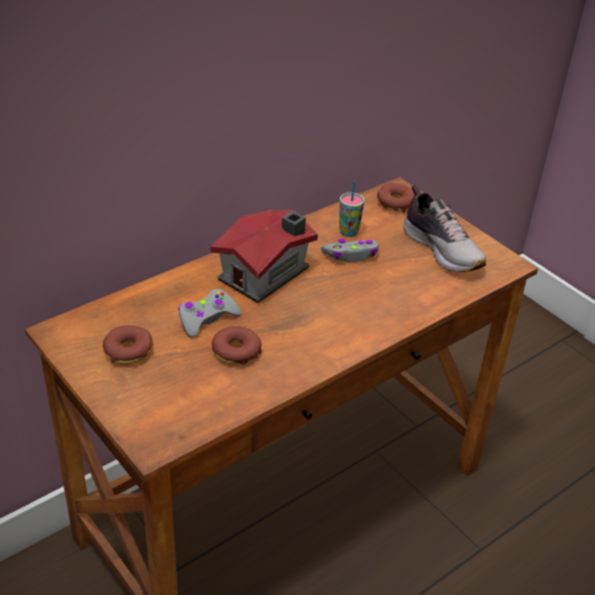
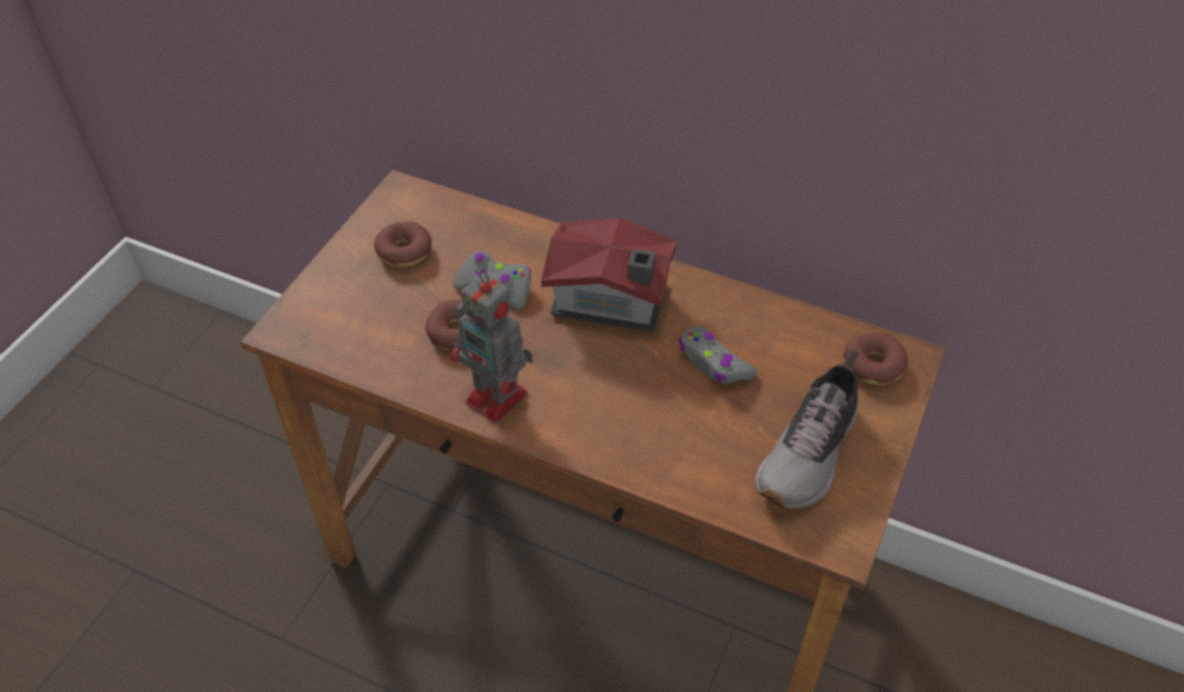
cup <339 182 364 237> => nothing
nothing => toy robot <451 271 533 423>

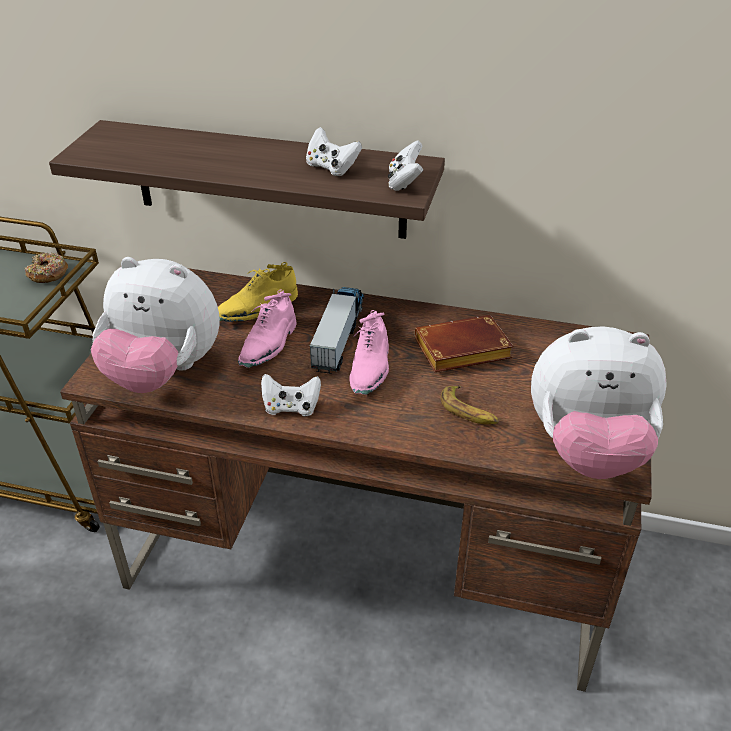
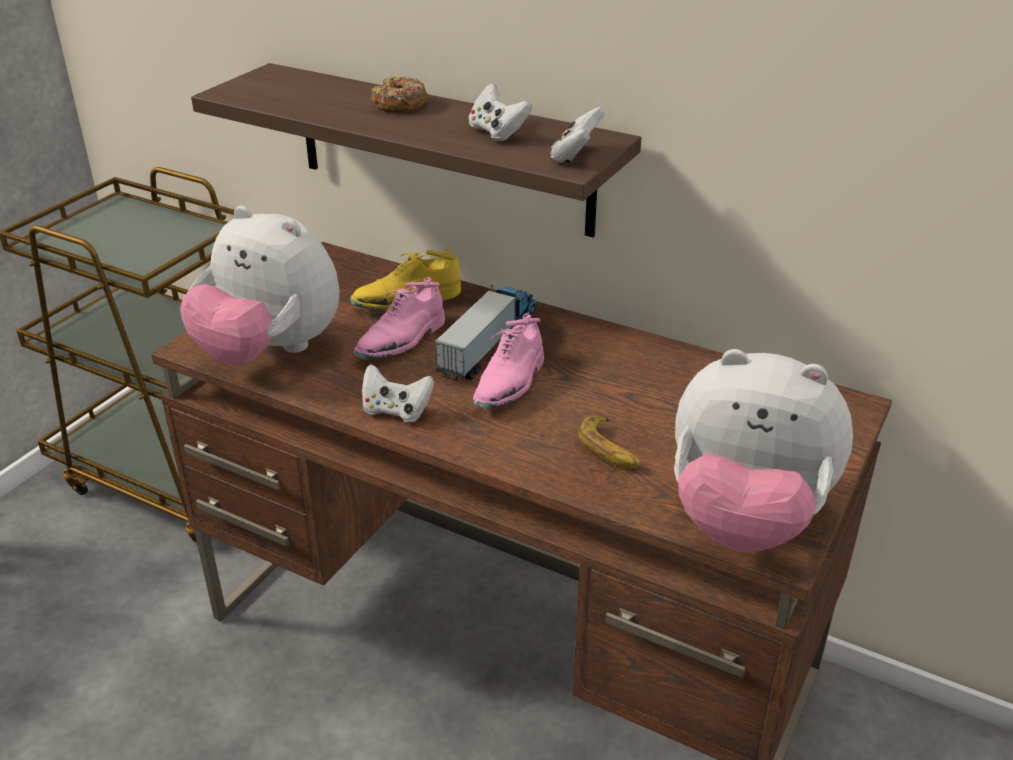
brown book <415 315 514 372> => nothing
donut <25 253 68 283> => donut <371 76 428 113>, relocated

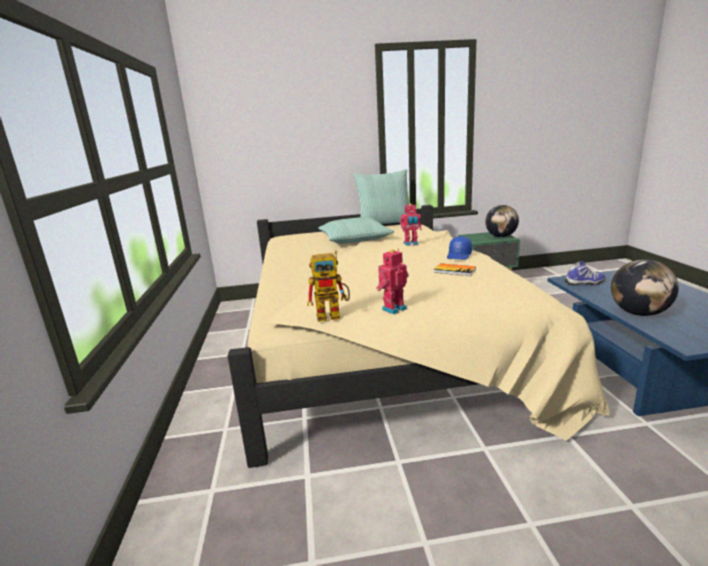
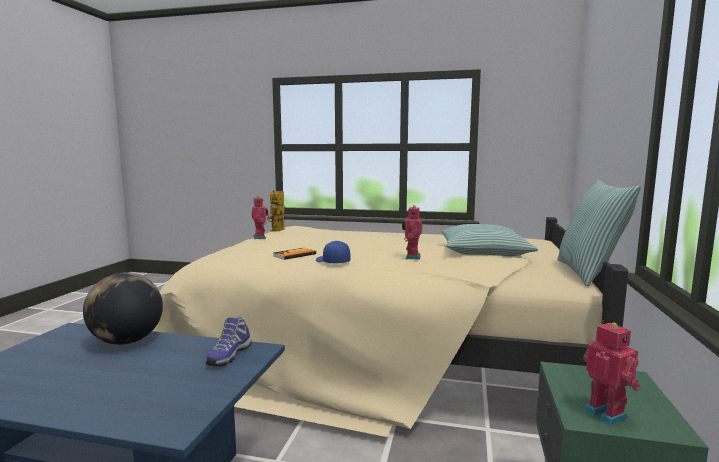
globe <485 205 519 237> => toy robot <583 320 641 425>

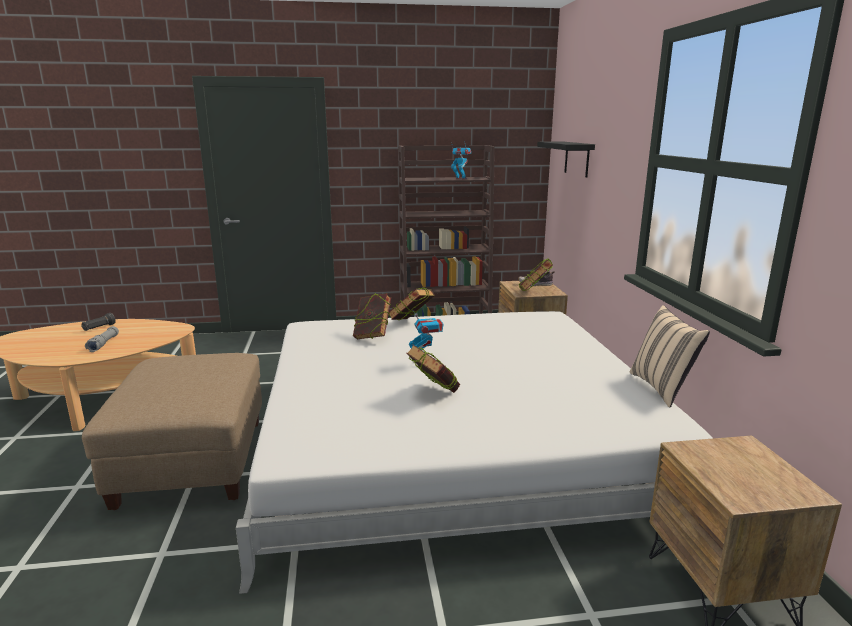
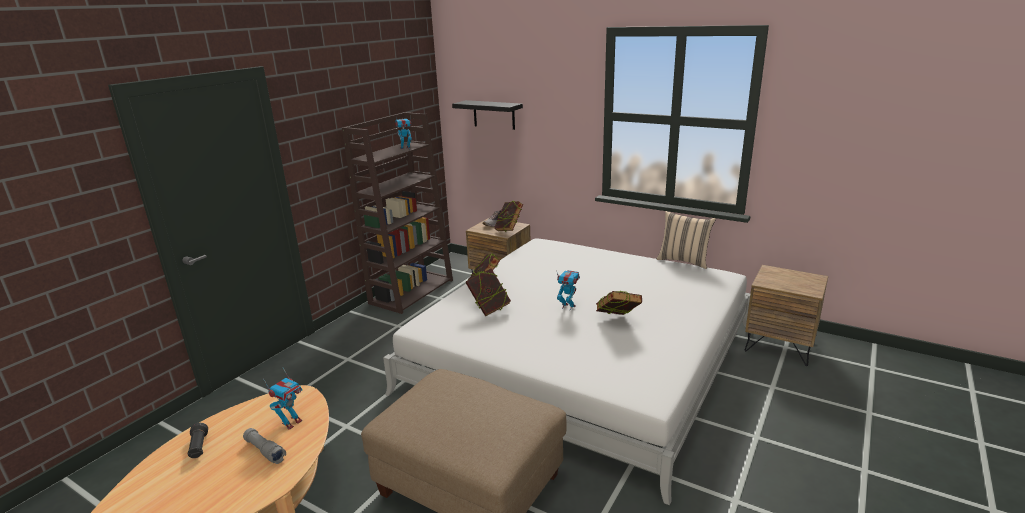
nothing => toy robot <263 368 303 430>

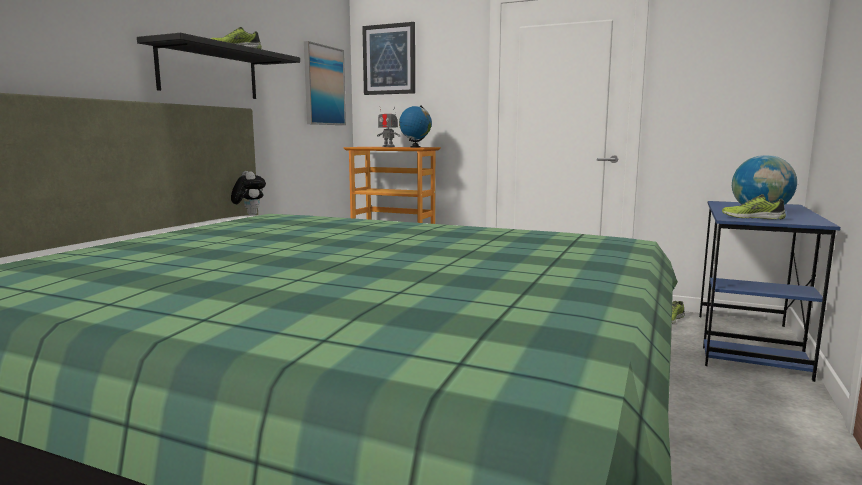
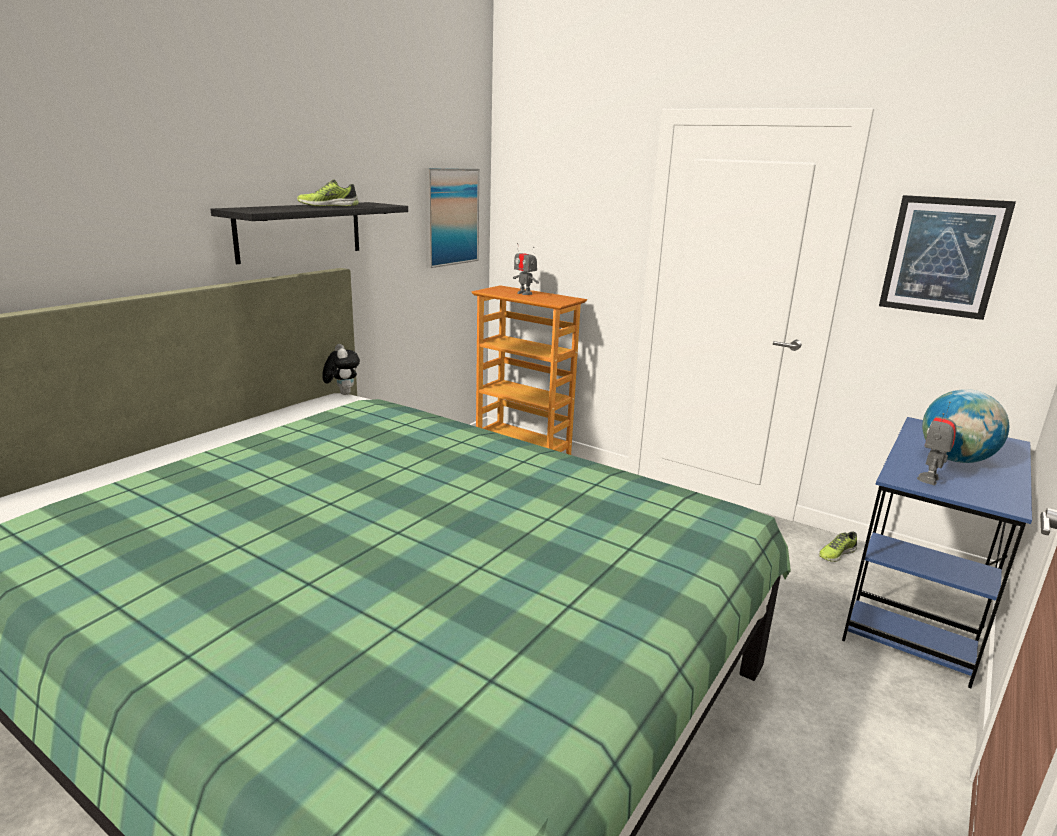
globe <399 105 432 148> => nothing
picture <362 22 415 95> => picture <879 195 1016 320>, relocated
shoe <722 194 786 219> => toy robot <917 402 957 485>

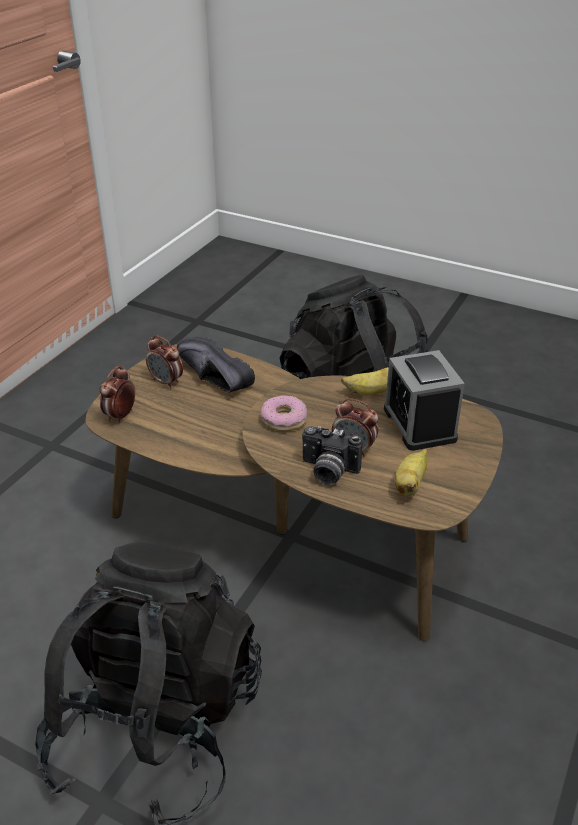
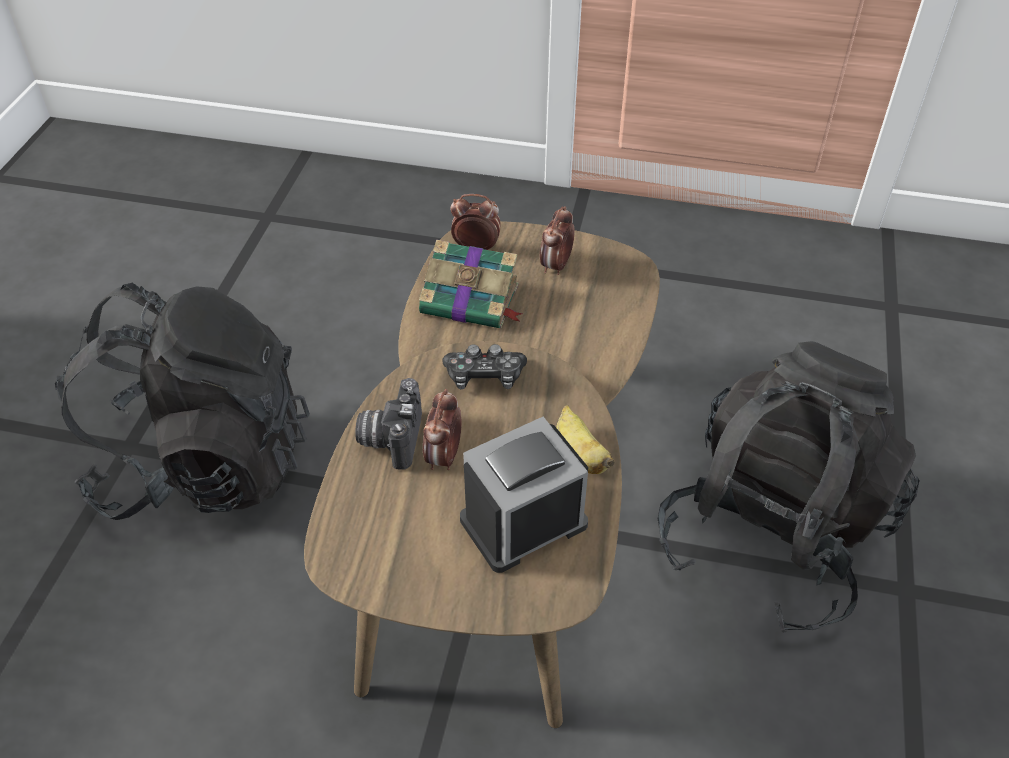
black shoe <177 336 255 392> => nothing
banana <395 449 427 497> => nothing
nothing => book <419 240 523 328>
donut <261 395 307 431> => game controller <442 344 527 390>

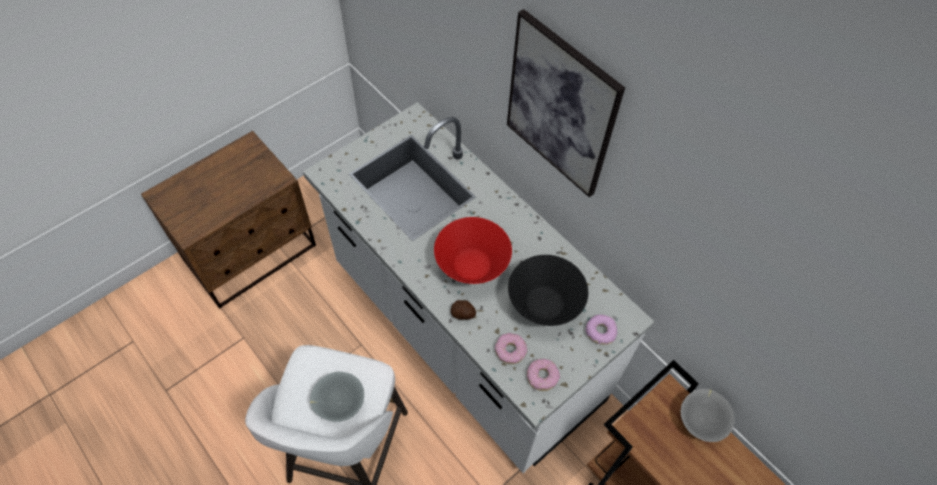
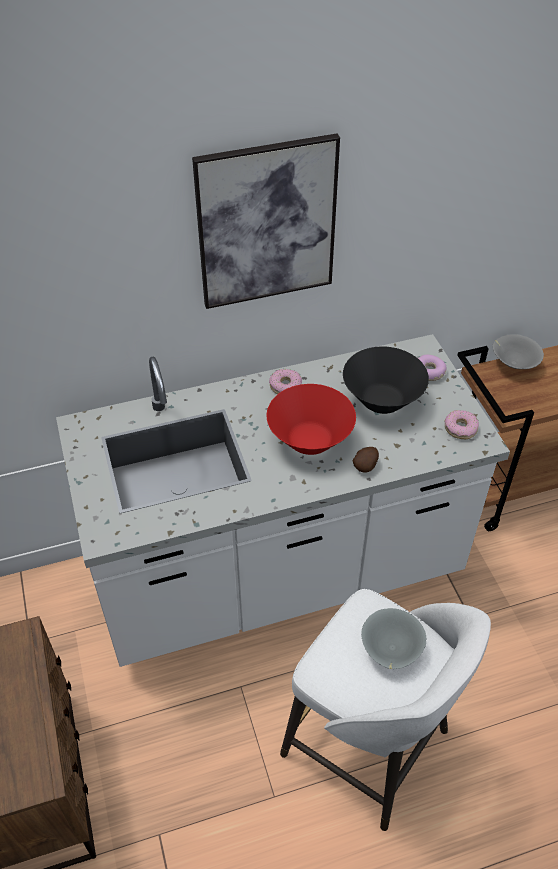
donut <495 333 527 364> => donut <269 369 302 394>, relocated

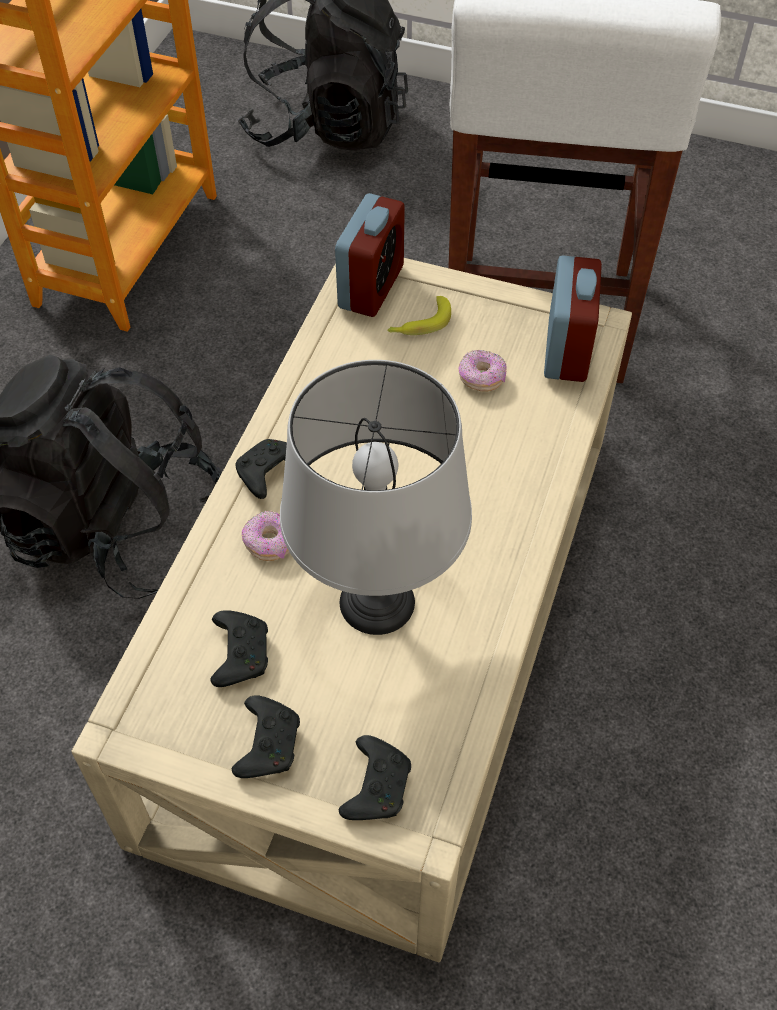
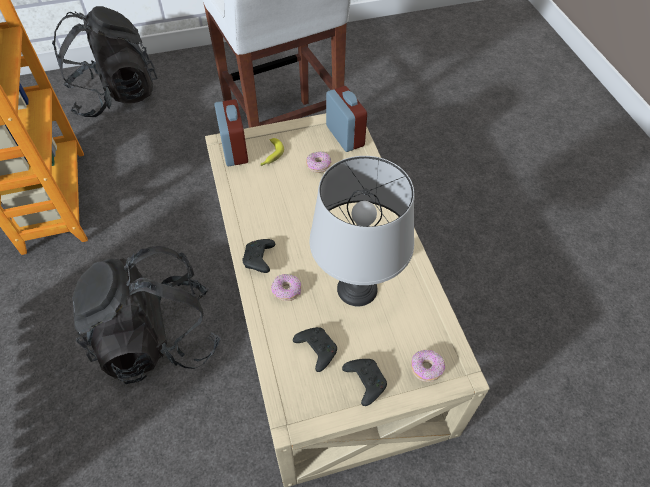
black game controller <339 735 411 820> => donut <411 350 445 382>

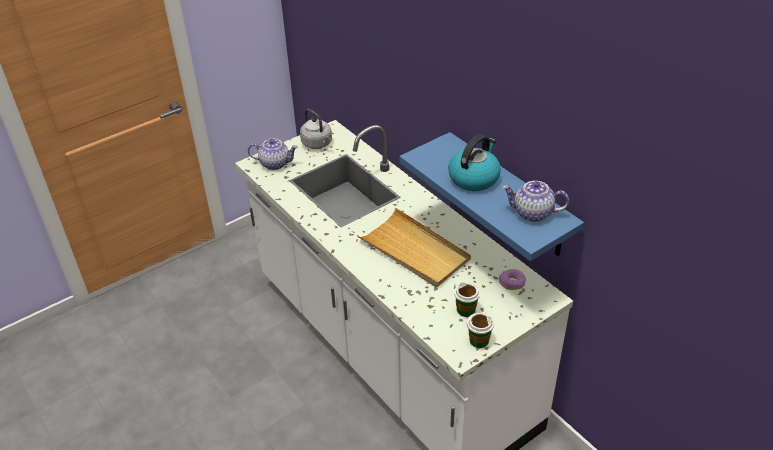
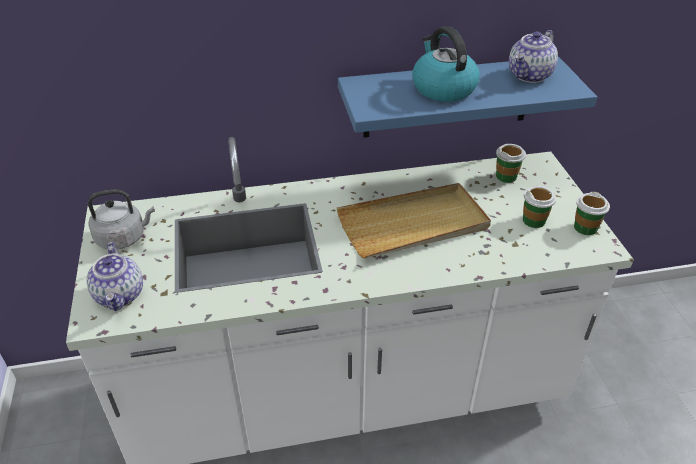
donut <499 269 526 290> => cup <496 144 526 183>
teapot <248 139 298 170> => teapot <87 242 143 311>, 135 degrees clockwise

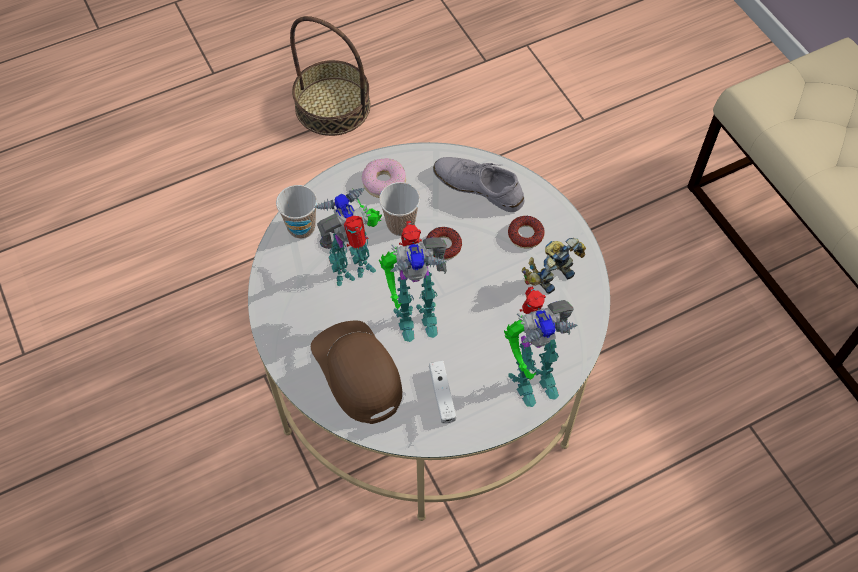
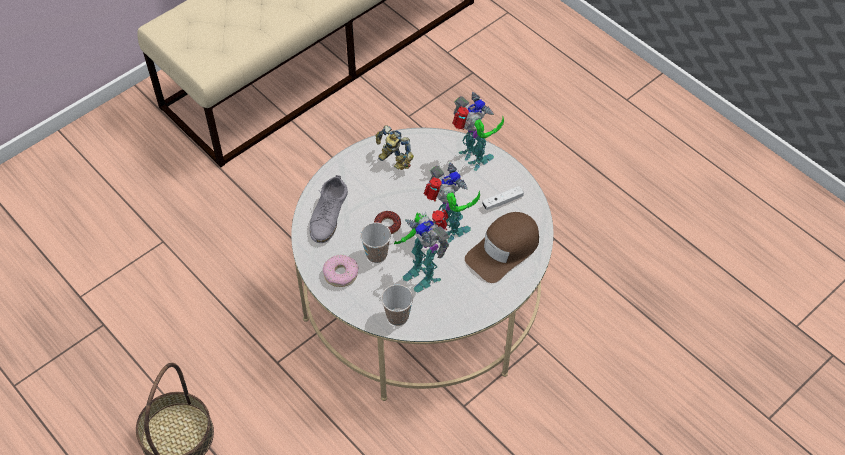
donut <508 216 545 248> => nothing

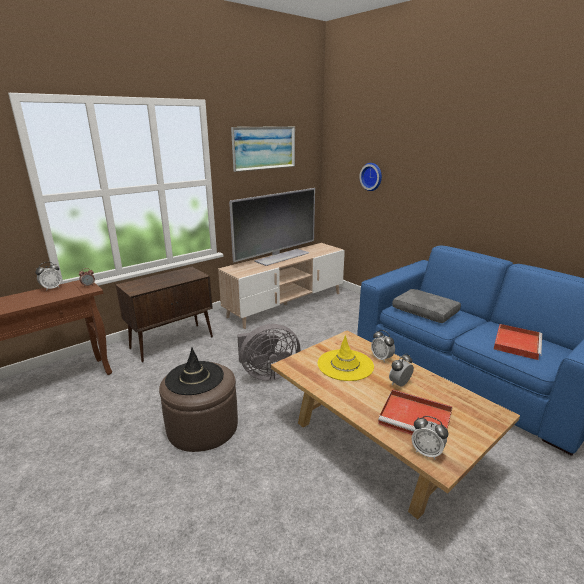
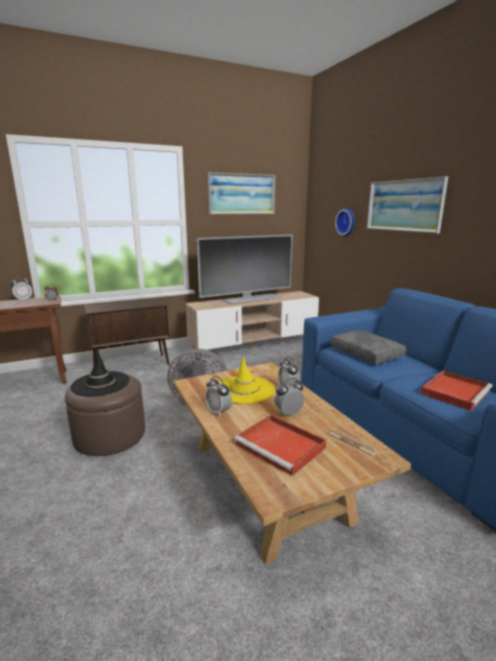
nothing => newspaper <327 429 379 458>
nothing => picture <367 176 448 234>
alarm clock <412 416 449 460> => alarm clock <205 376 232 417>, relocated

